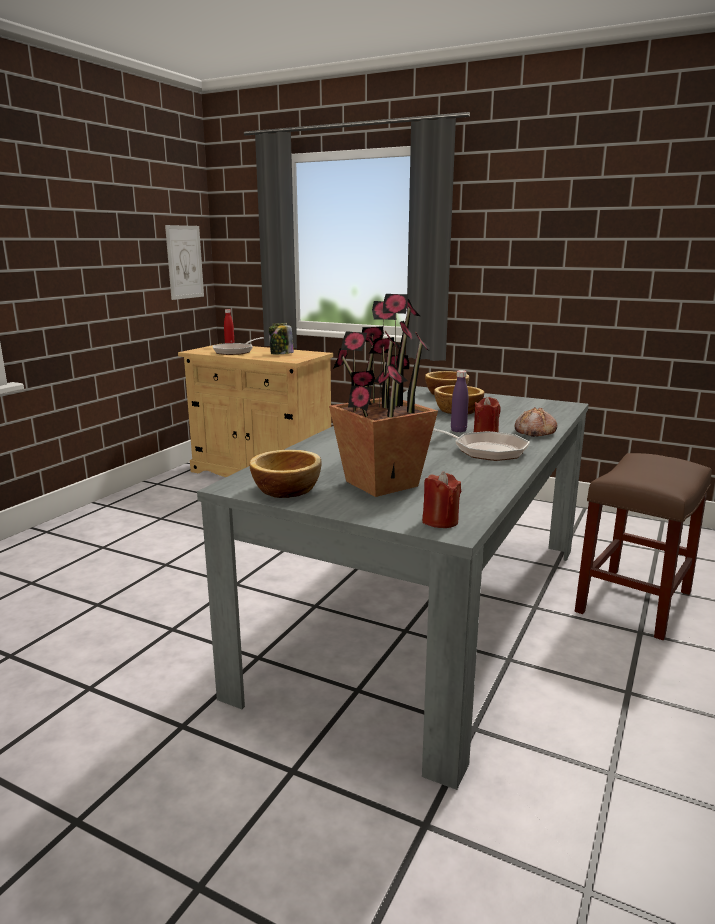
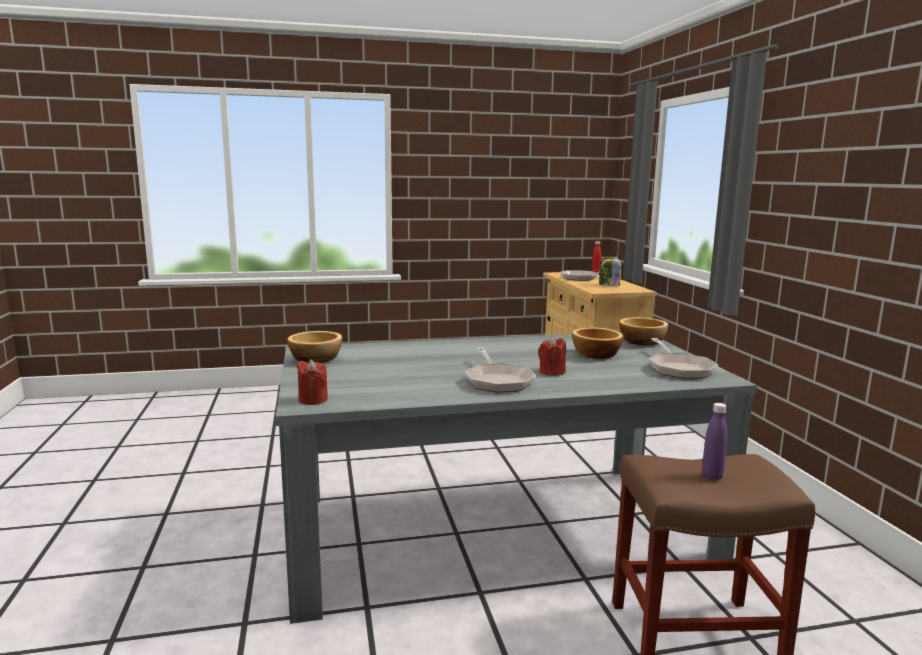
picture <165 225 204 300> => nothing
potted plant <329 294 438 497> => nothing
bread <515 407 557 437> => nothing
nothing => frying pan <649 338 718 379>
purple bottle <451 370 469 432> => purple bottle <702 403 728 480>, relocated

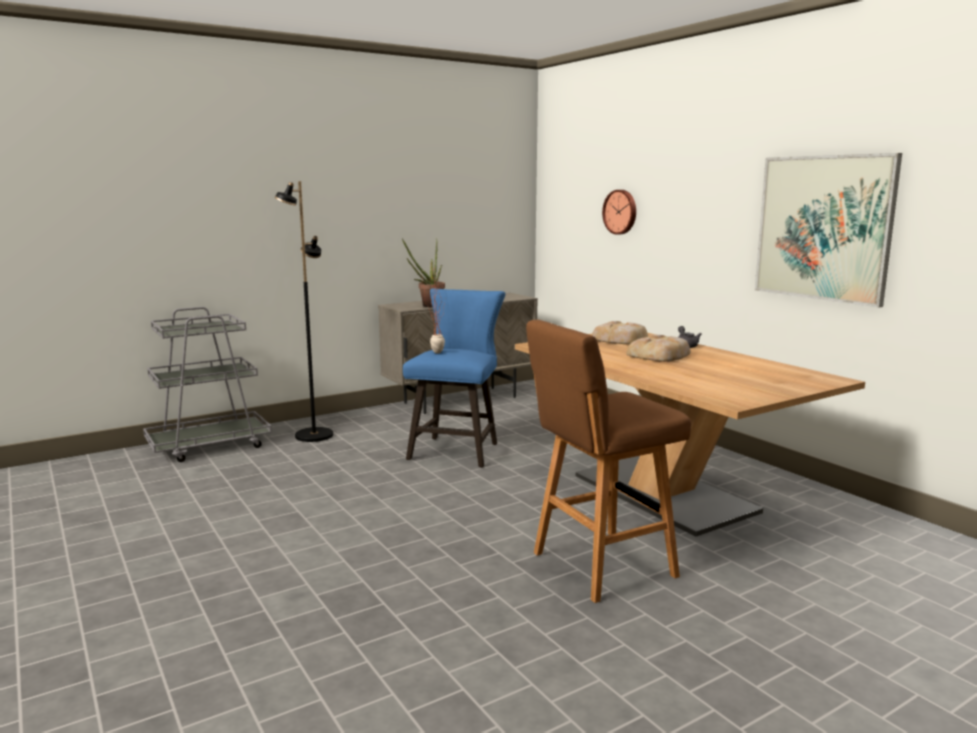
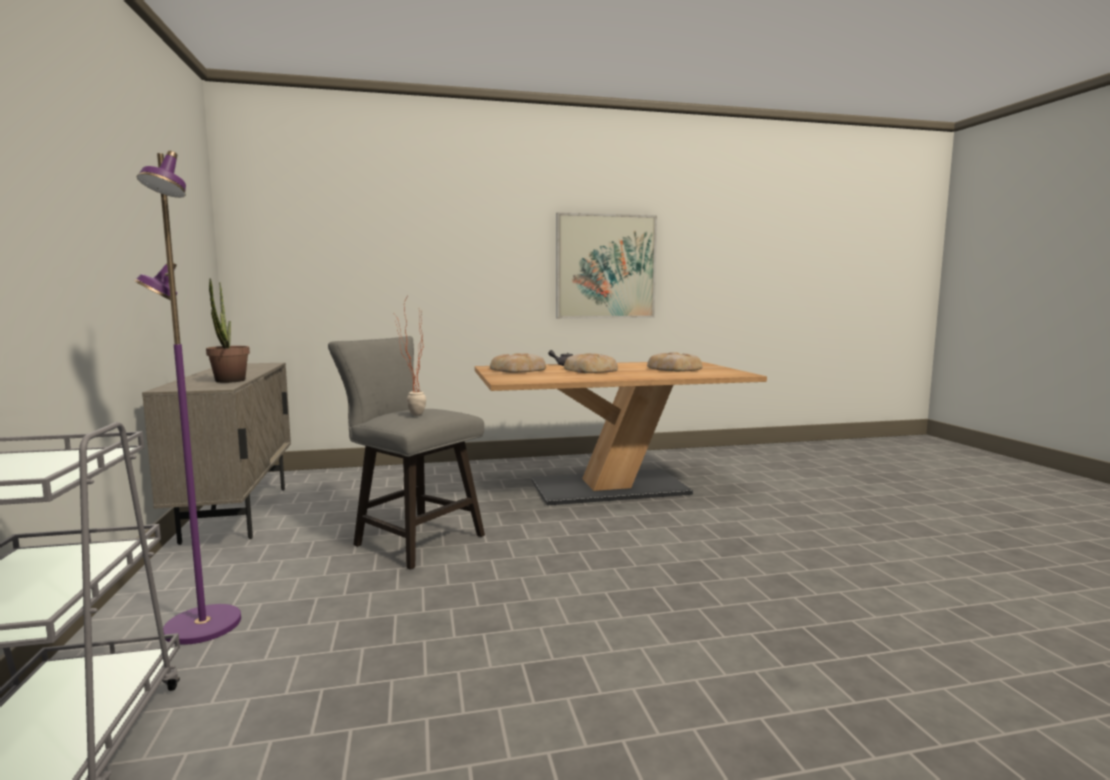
brown stool <526 320 691 603> => nothing
wall clock <602 190 636 235> => nothing
nothing => bread <647 352 703 372>
black floor lamp <275 181 333 442> => purple floor lamp <134 151 241 645>
blue stool <403 289 505 467> => grey stool <328 336 485 570>

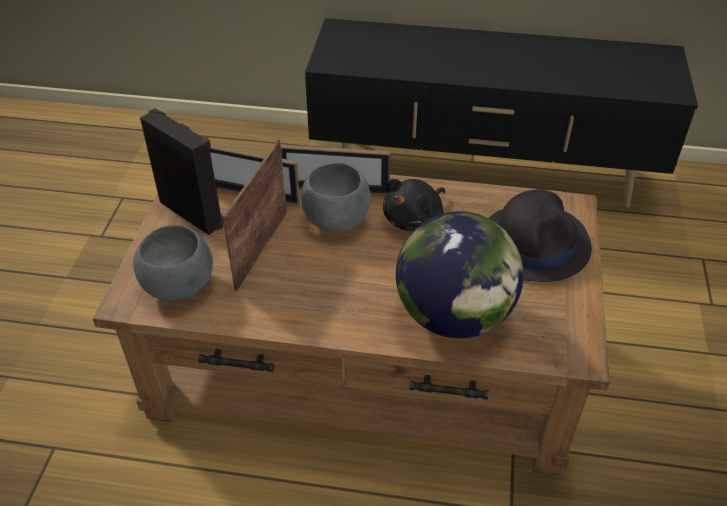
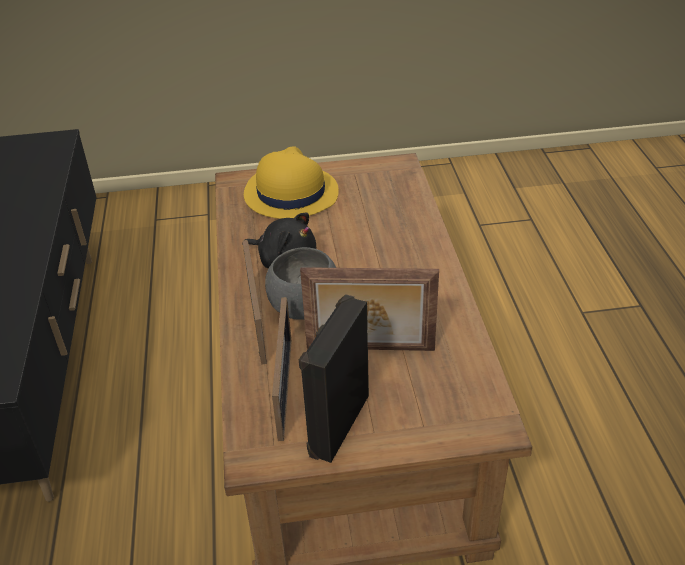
grey bowl <133 225 213 301> => nothing
globe <396 211 523 338> => nothing
black hat <489 190 592 282> => yellow hat <244 146 339 219>

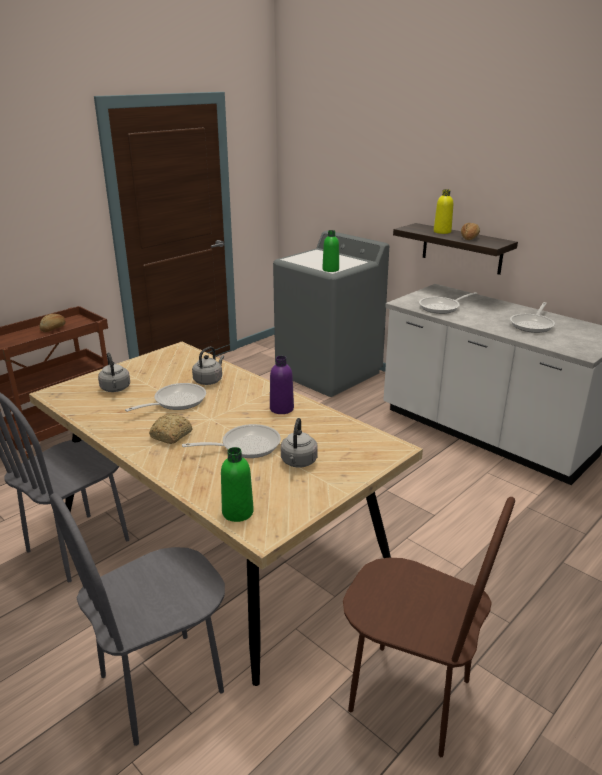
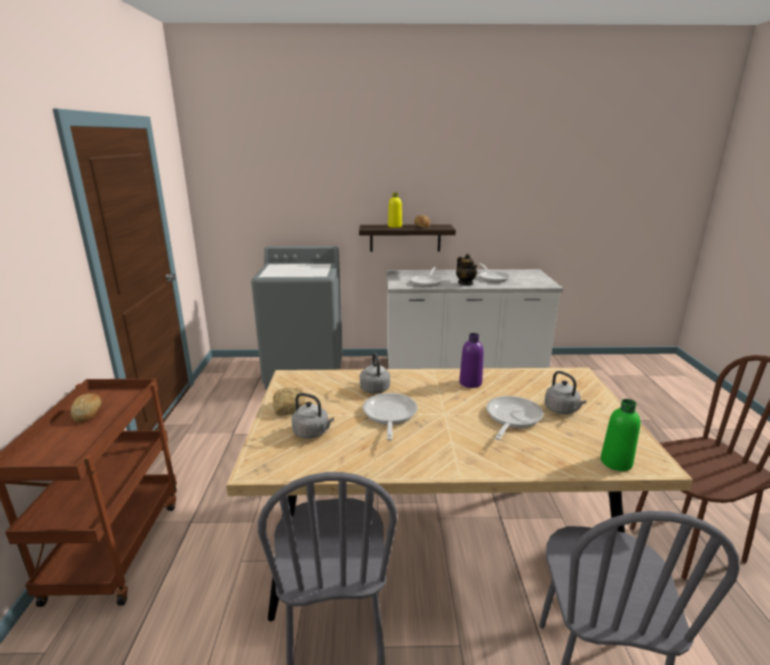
green bottle <322 230 339 272> => nothing
nothing => teapot <456 254 477 285>
bread <149 414 192 444> => bread <273 388 306 416>, relocated

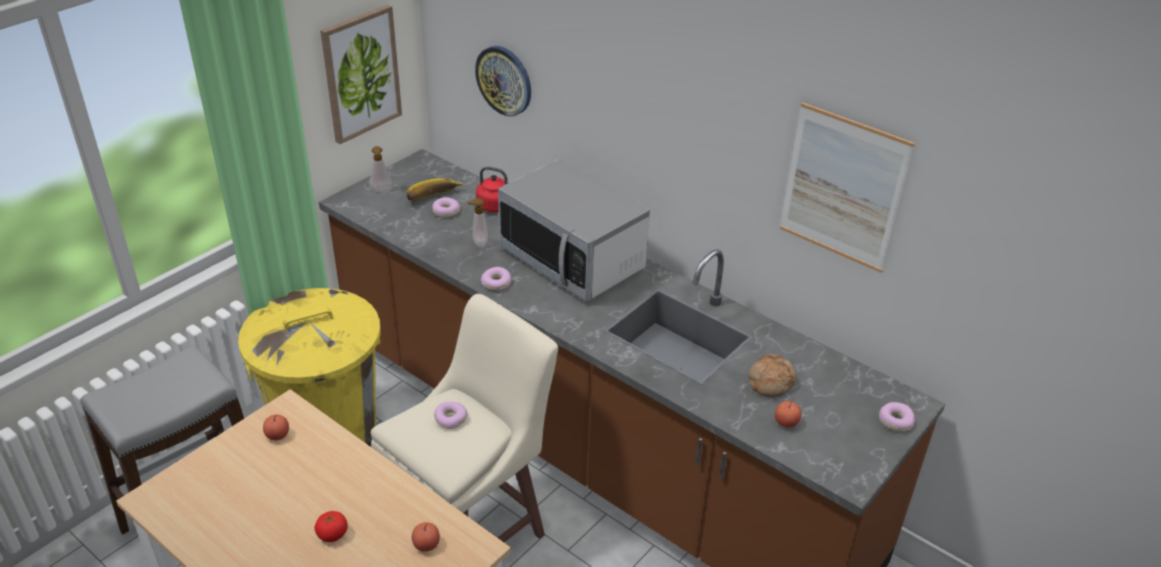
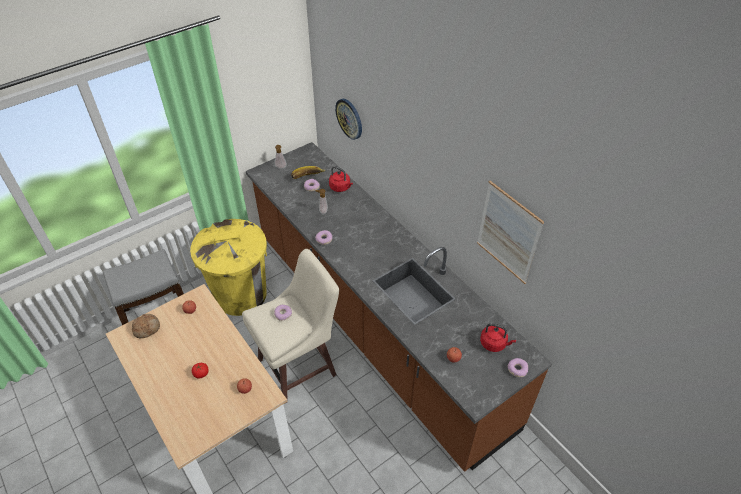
picture <320 5 402 144> => nothing
microwave <498 159 650 302> => nothing
nothing => red kettle <480 323 516 352>
bread <748 354 796 398> => bread <132 314 160 338>, relocated

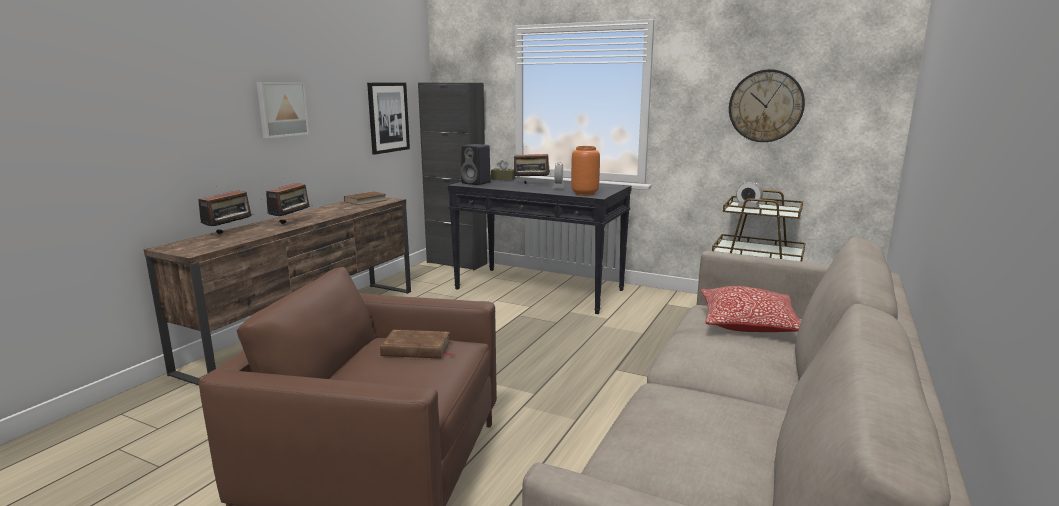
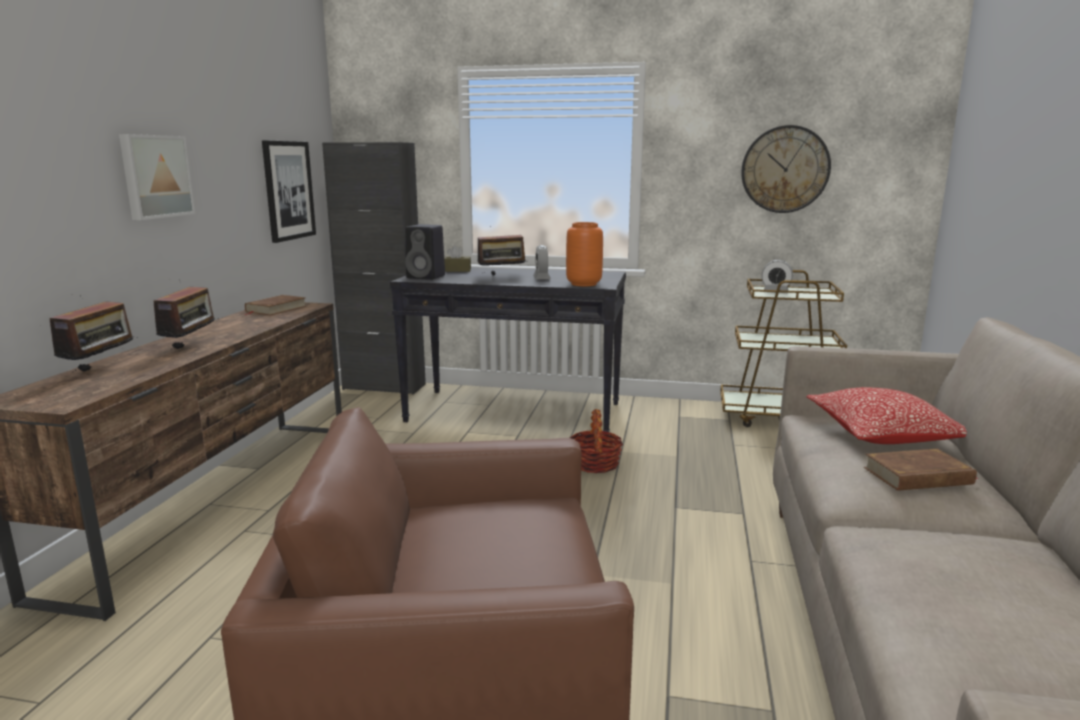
nothing => basket <569 409 623 473>
brown book <380 330 455 359> => brown book <864 449 978 491>, relocated

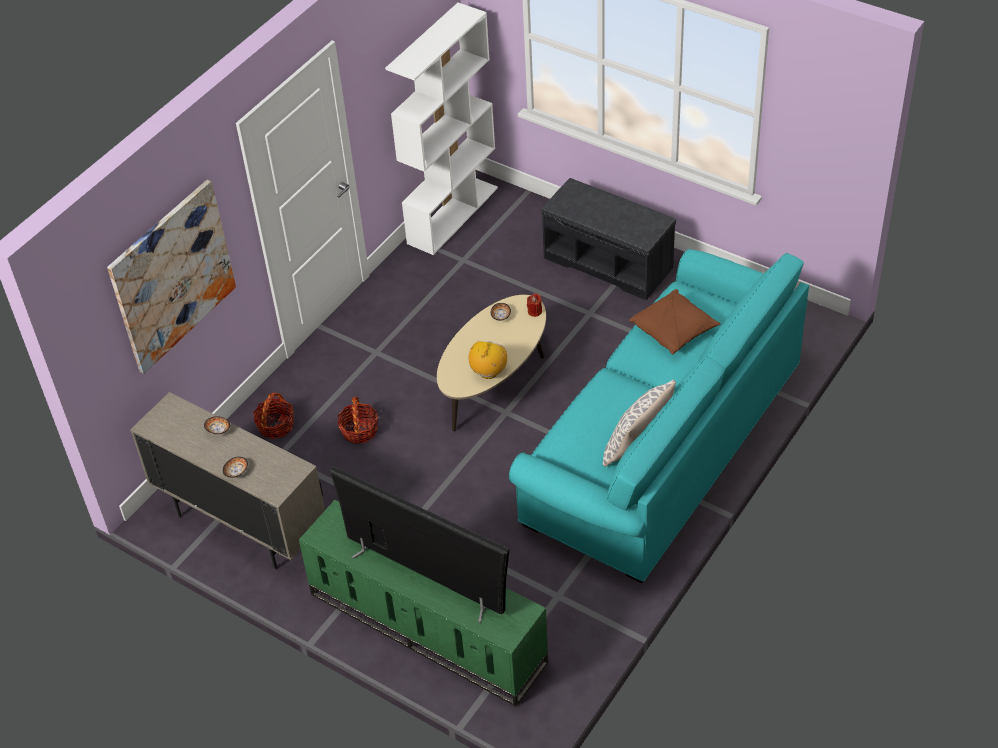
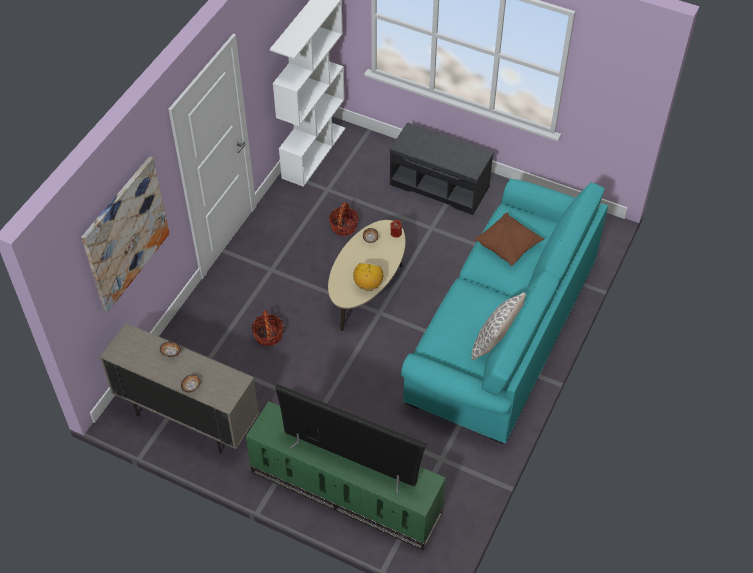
basket <253 392 294 439> => basket <329 202 359 236>, relocated

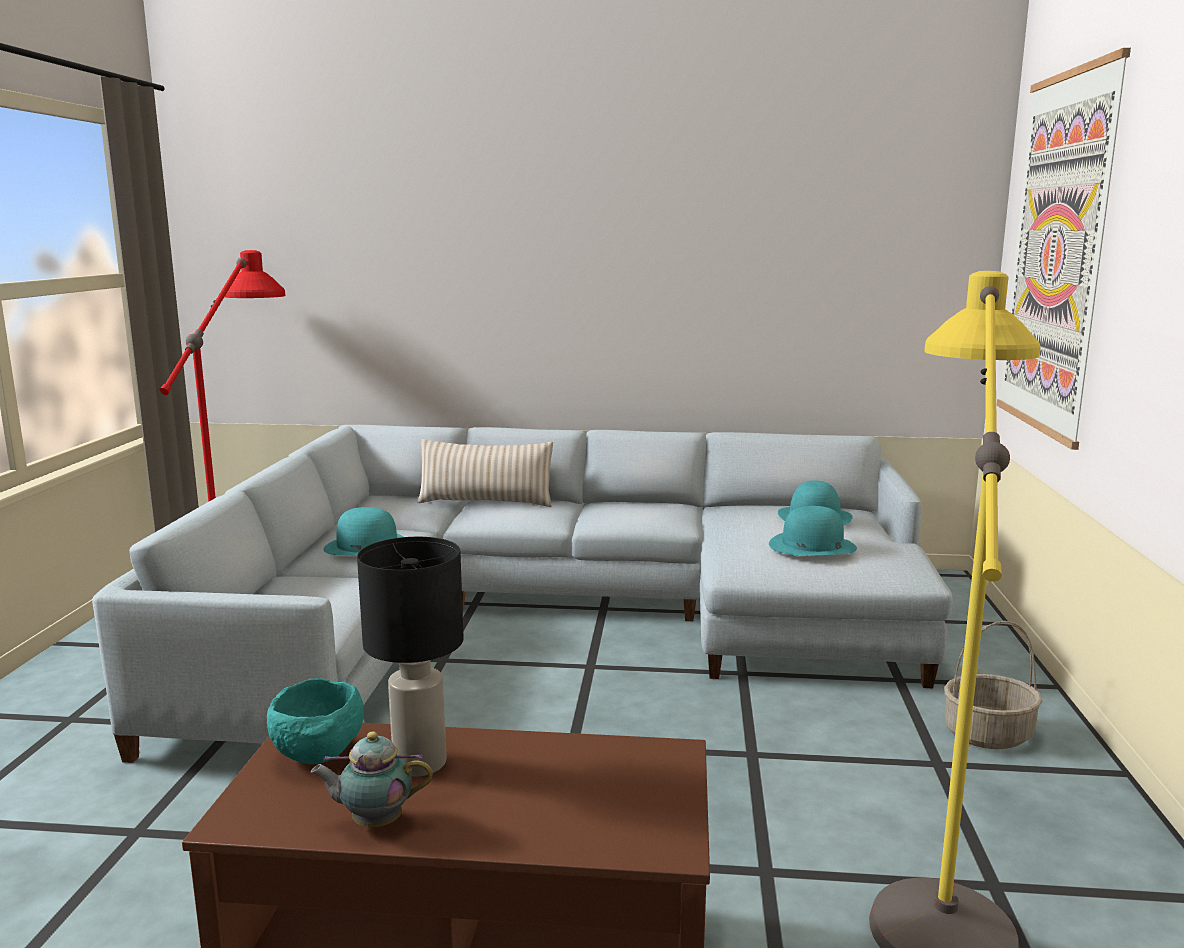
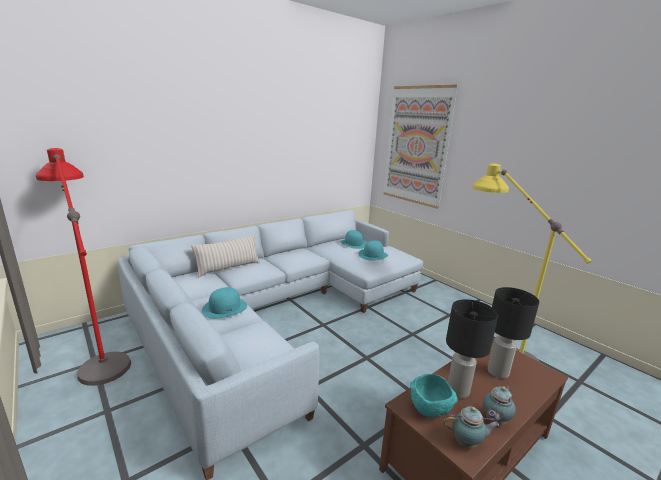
basket <944 621 1042 749> => nothing
nothing => teapot <444 406 500 448>
nothing => black table lamp <487 287 539 379>

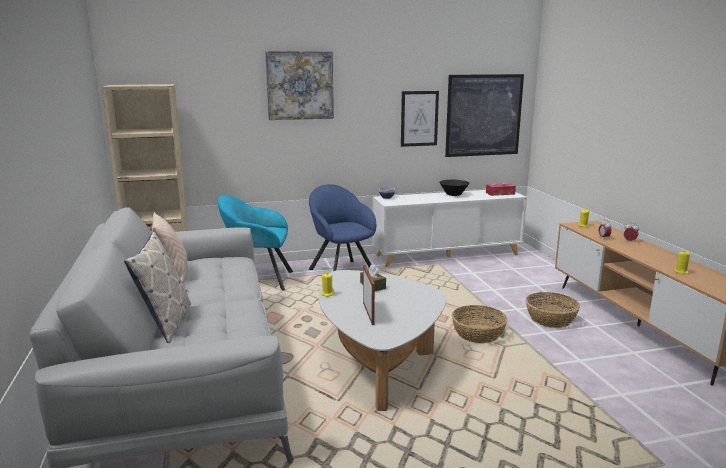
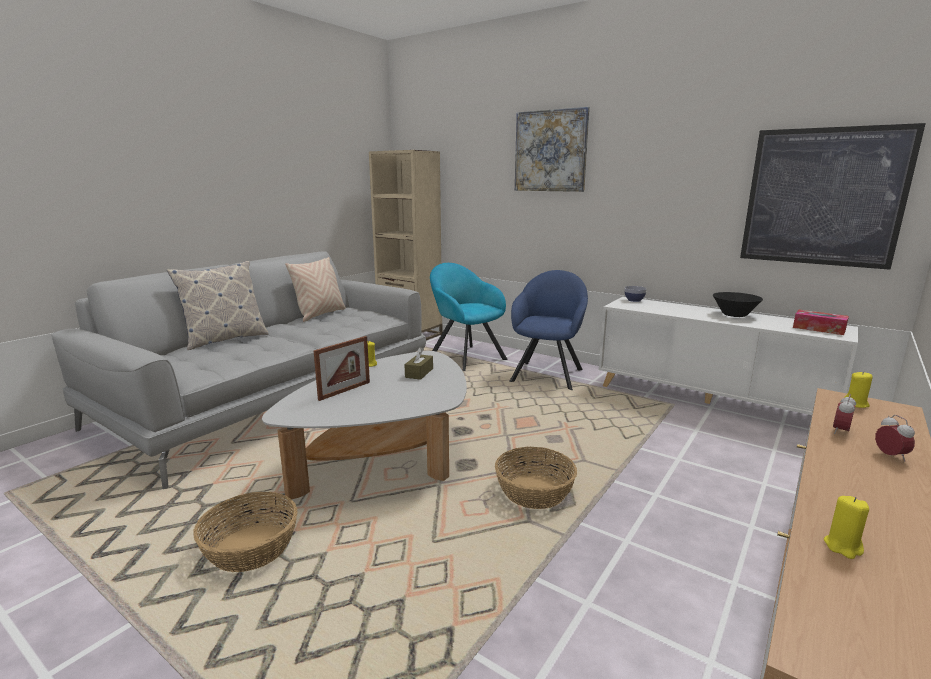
picture <401 91 439 147> => nothing
basket <526 292 580 328> => basket <193 492 297 572>, relocated

